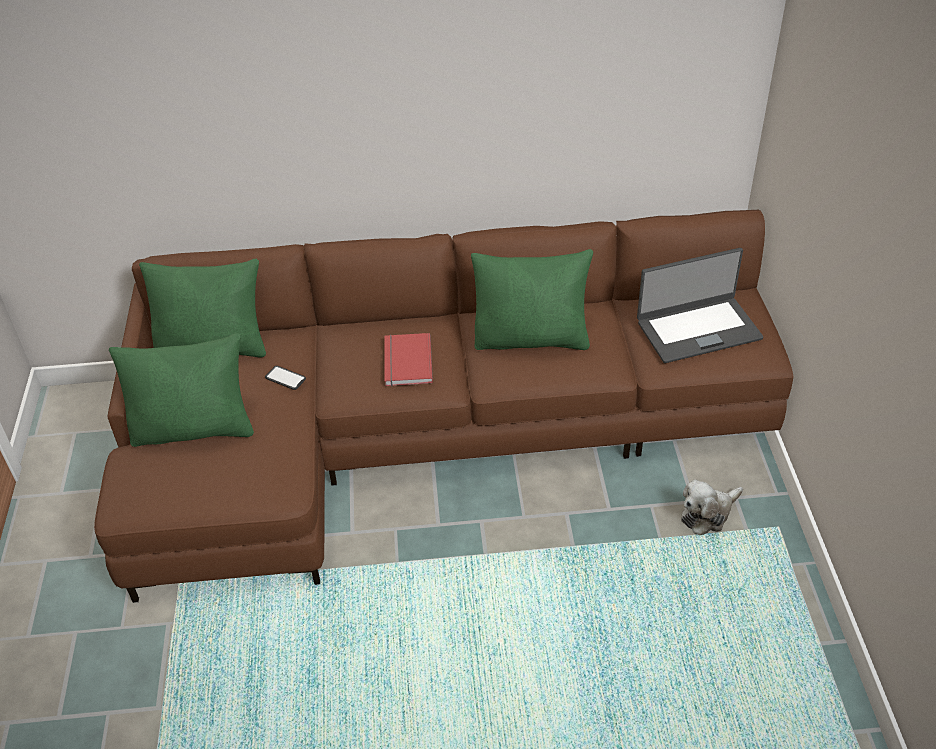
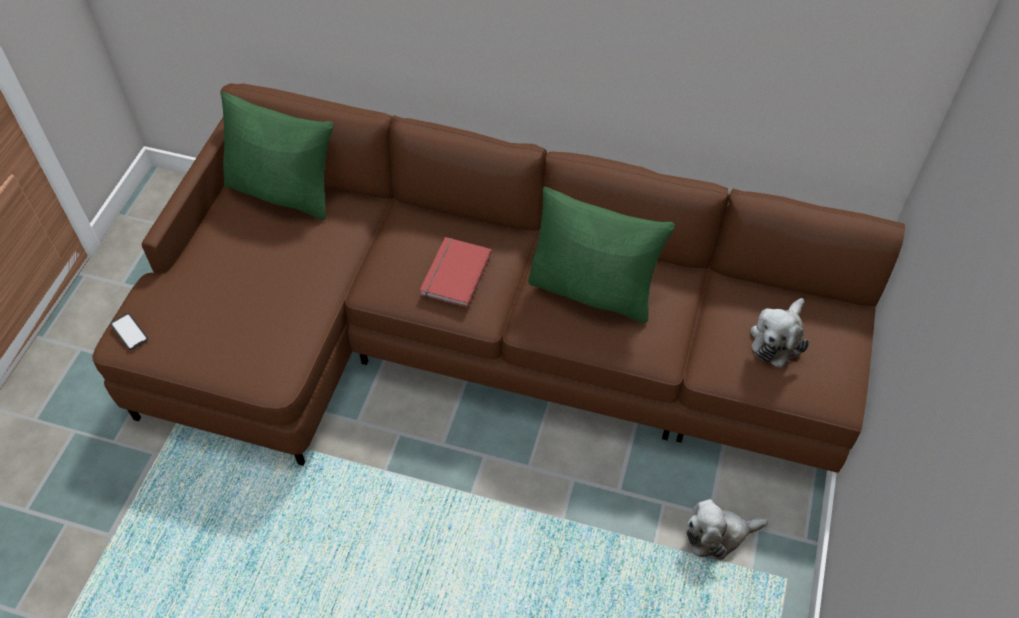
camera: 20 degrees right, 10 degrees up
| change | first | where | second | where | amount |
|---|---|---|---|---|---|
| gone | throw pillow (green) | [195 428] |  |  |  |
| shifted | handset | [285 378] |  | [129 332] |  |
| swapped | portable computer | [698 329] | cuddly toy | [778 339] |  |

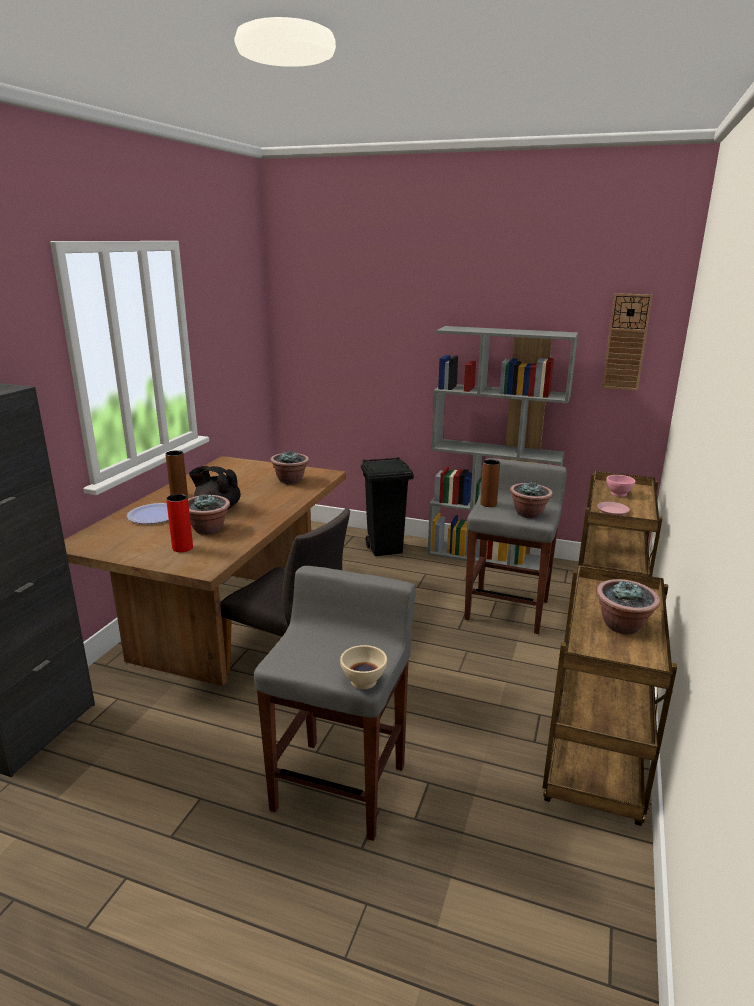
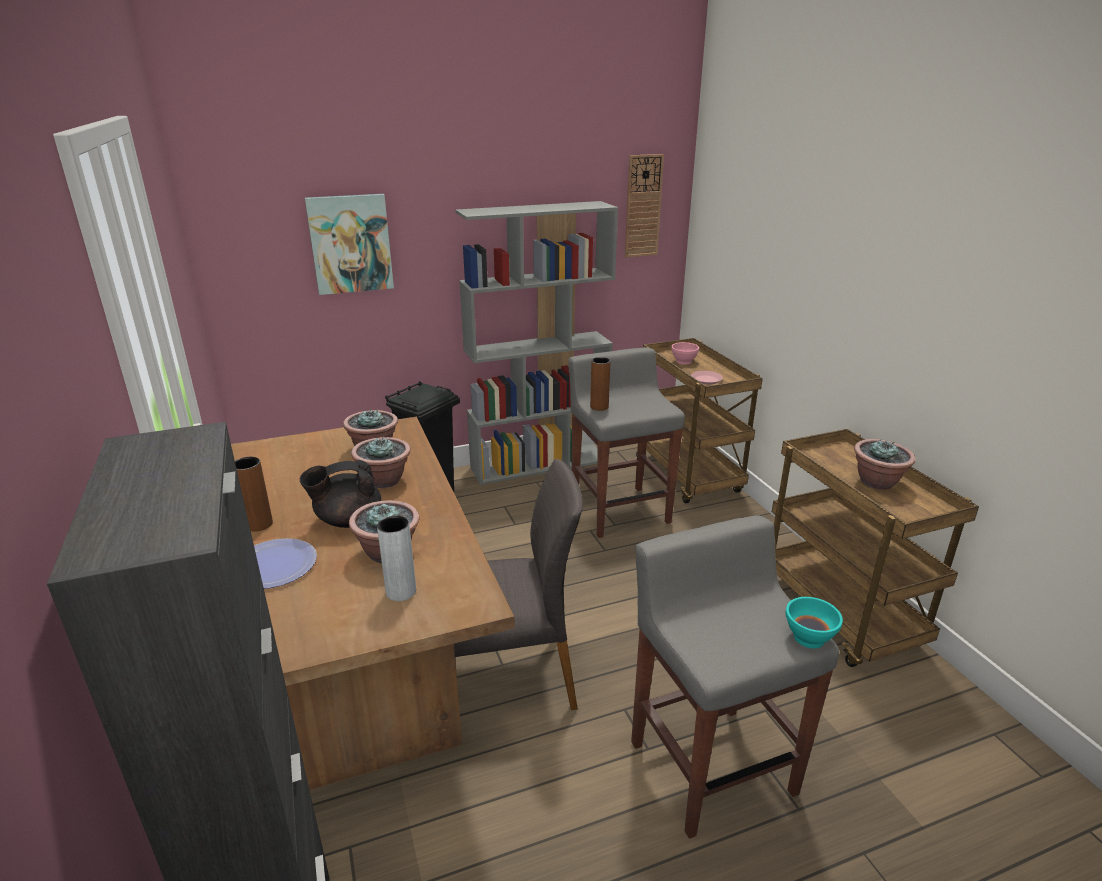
camera: 40 degrees left, 5 degrees up
| change | first | where | second | where | amount |
|---|---|---|---|---|---|
| new |  |  | wall picture | [350 244] |  |
| shifted | houseplant | [529 514] |  | [384 480] |  |
| repainted | vase (reddish) | [182 548] | vase (greyish) | [401 592] |  |
| repainted | serving bowl (beige) | [363 681] | serving bowl (blue-green) | [809 638] |  |

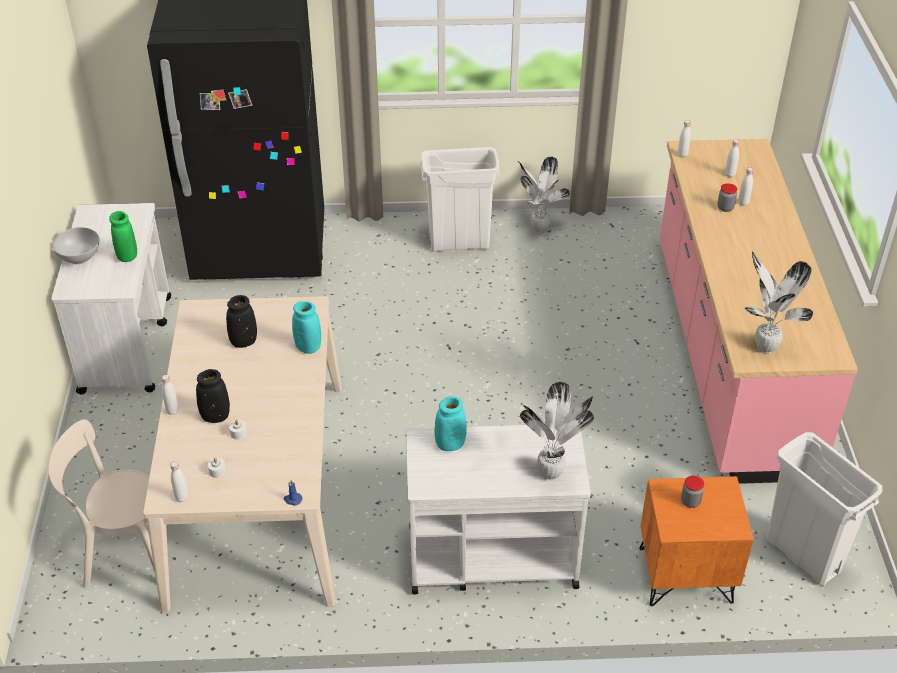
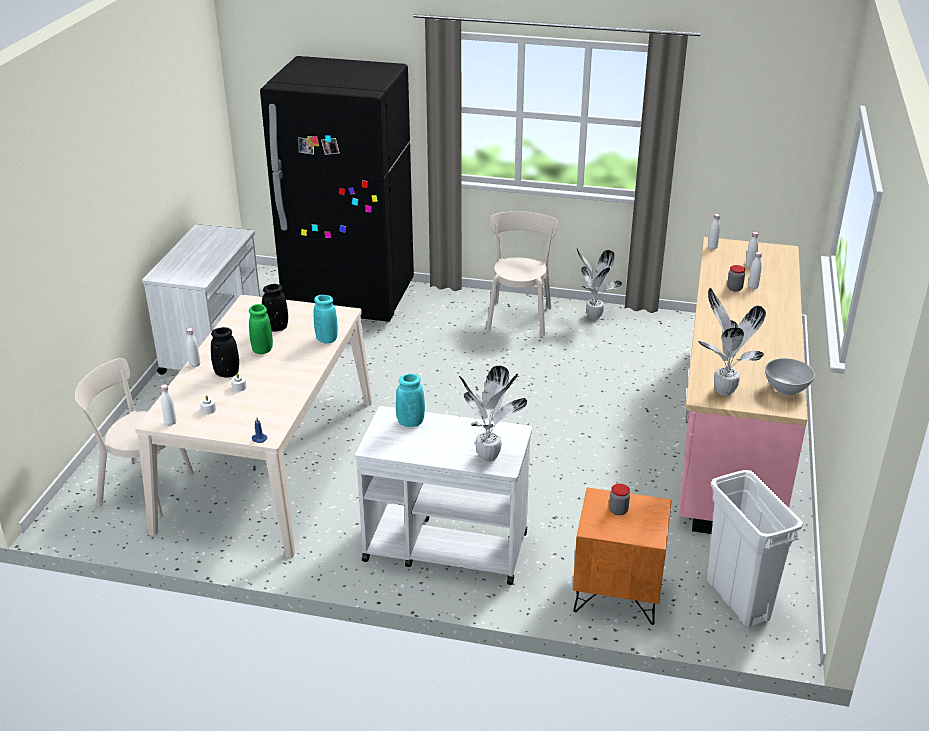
camera: 15 degrees right, 10 degrees down
| change | first | where | second | where | amount |
|---|---|---|---|---|---|
| shifted | serving bowl (whitish) | [79 257] |  | [786 389] |  |
| shifted | vase (green) | [127 256] |  | [262 350] |  |
| swapped | rubbish bin (whitish) | [459 243] | upright chair (beige) | [519 317] |  |

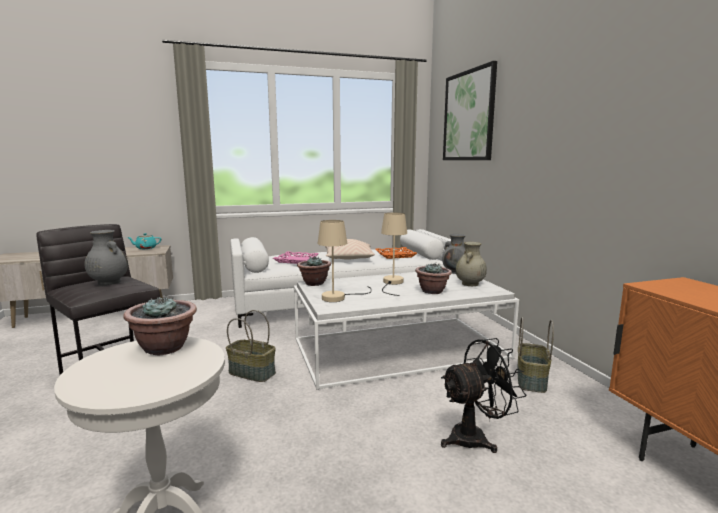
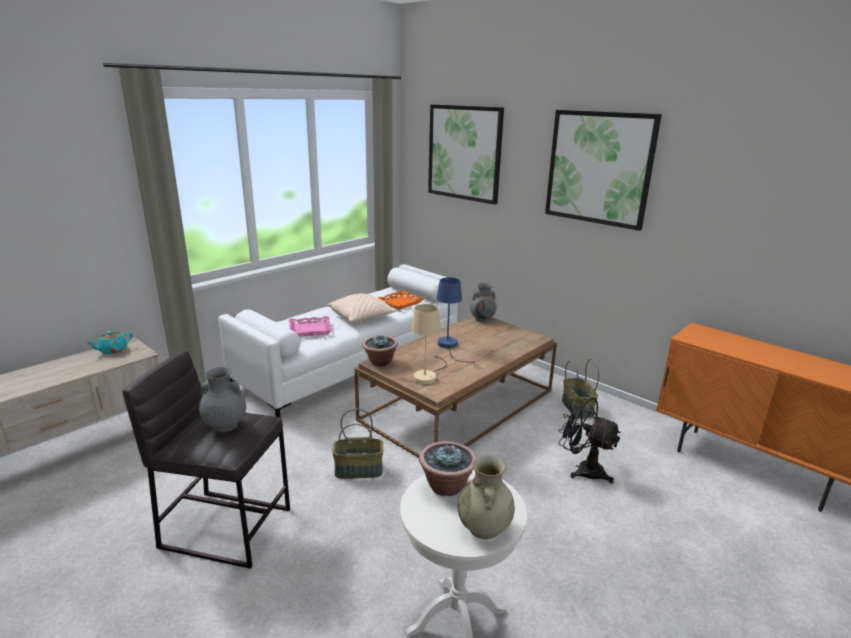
camera: 30 degrees left, 10 degrees up
| change | first | where | second | where | amount |
|---|---|---|---|---|---|
| gone | houseplant | [432 291] |  |  |  |
| new |  |  | wall picture | [599 168] |  |
| shifted | vase (beige) | [470 284] |  | [484 529] |  |
| repainted | coffee table (whitish) | [400 348] | coffee table (brownish) | [459 404] |  |
| repainted | table lamp (beige) | [392 283] | table lamp (blue-coloured) | [449 347] |  |
| rotated | cooling fan (blackish) | [476 437] |  | [583 469] | 90 degrees counterclockwise |

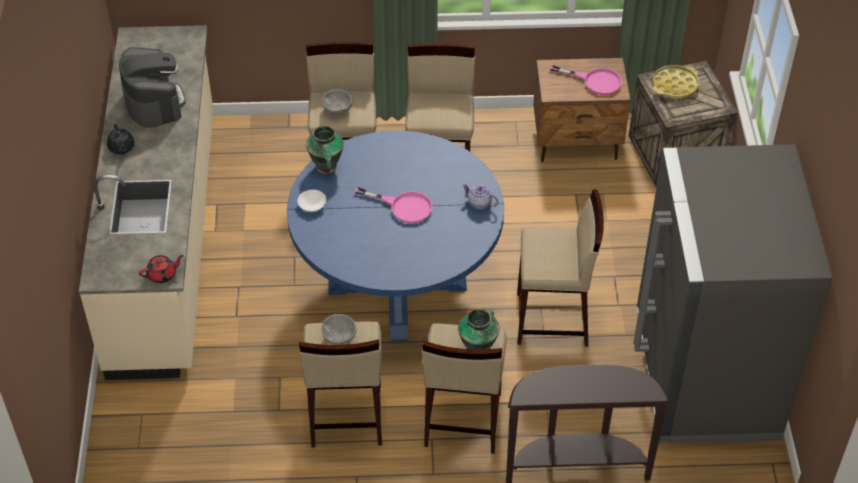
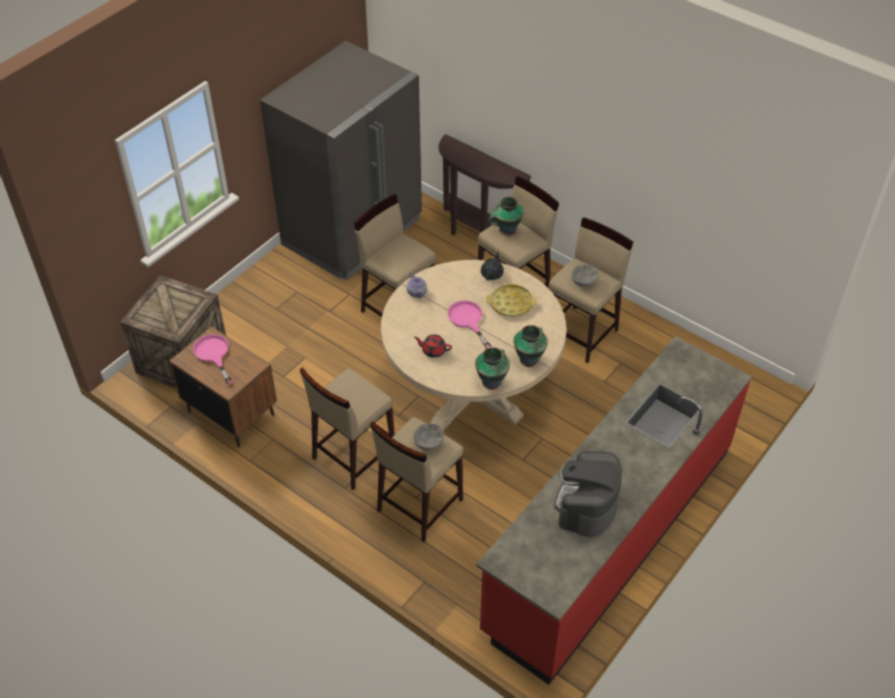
camera: 140 degrees left, 0 degrees up
| change | first | where | second | where | amount |
|---|---|---|---|---|---|
| shifted | pot for tea (blackish) | [121 148] |  | [492 274] |  |
| shifted | pot for tea (reddish) | [162 275] |  | [433 350] |  |
| shifted | carrying tray (yellowish) | [675 85] |  | [511 303] |  |
| swapped | serving bowl (whitish) | [312 205] | vase | [529 359] |  |
| repainted | kitchen base unit (beige) | [166 240] | kitchen base unit (reddish) | [608 538] |  |
| repainted | dining table (blue-coloured) | [397 286] | dining table (beige) | [471 392] |  |

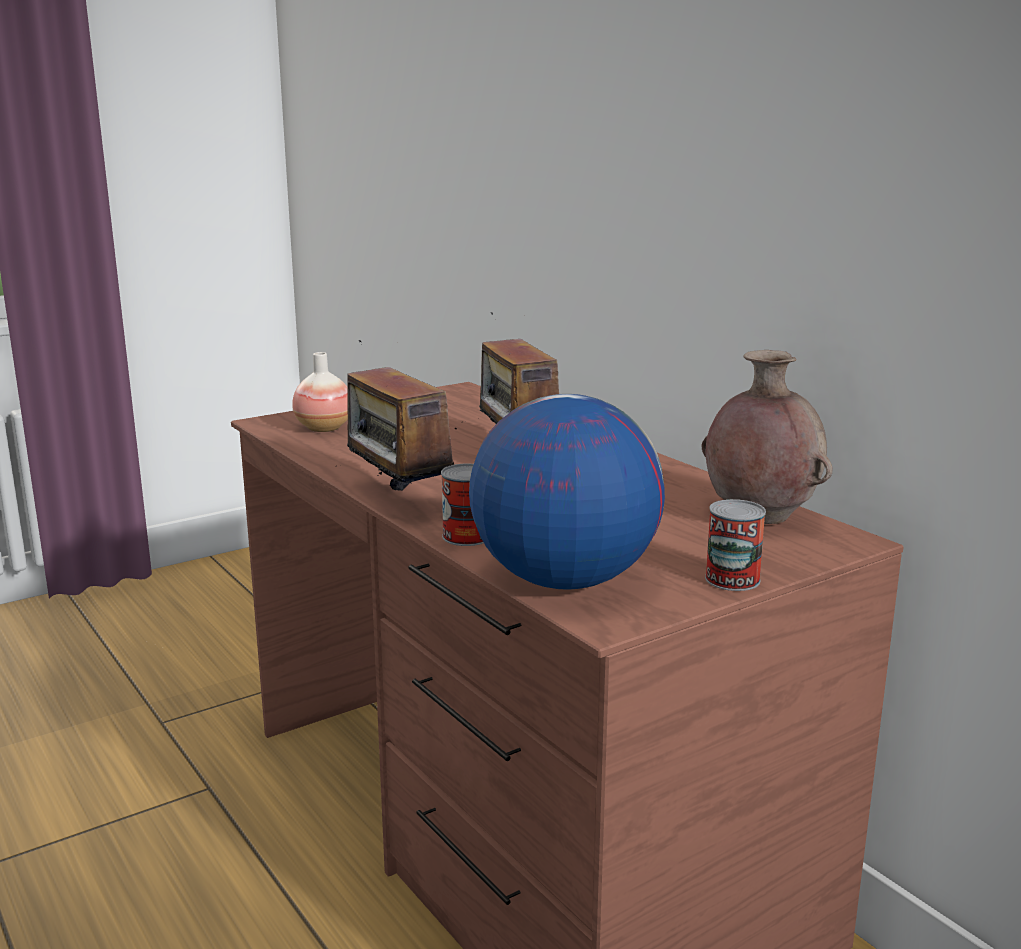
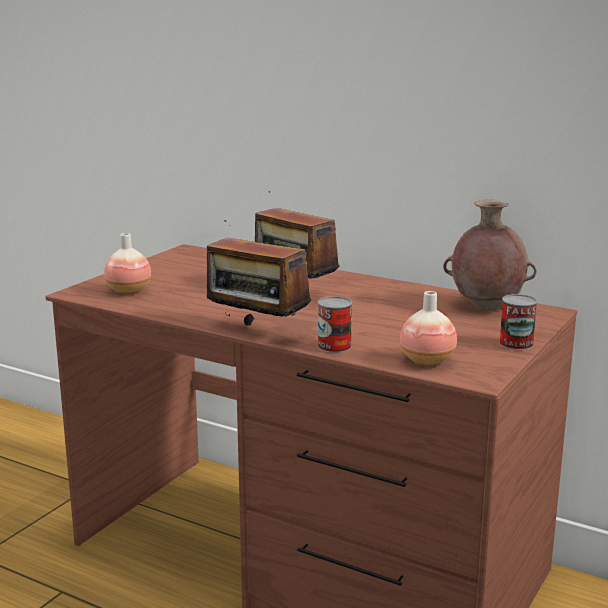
camera: 25 degrees left, 0 degrees up
| change | first | where | second | where | amount |
|---|---|---|---|---|---|
| swapped | world globe | [564 580] | vase | [427 361] |  |

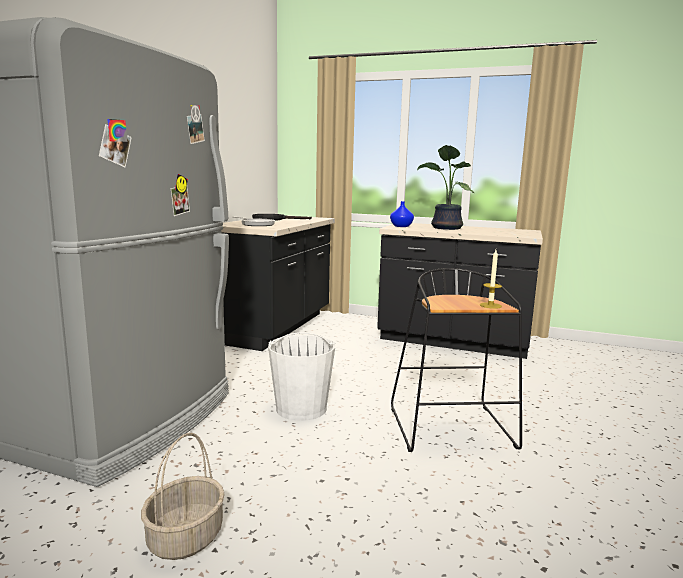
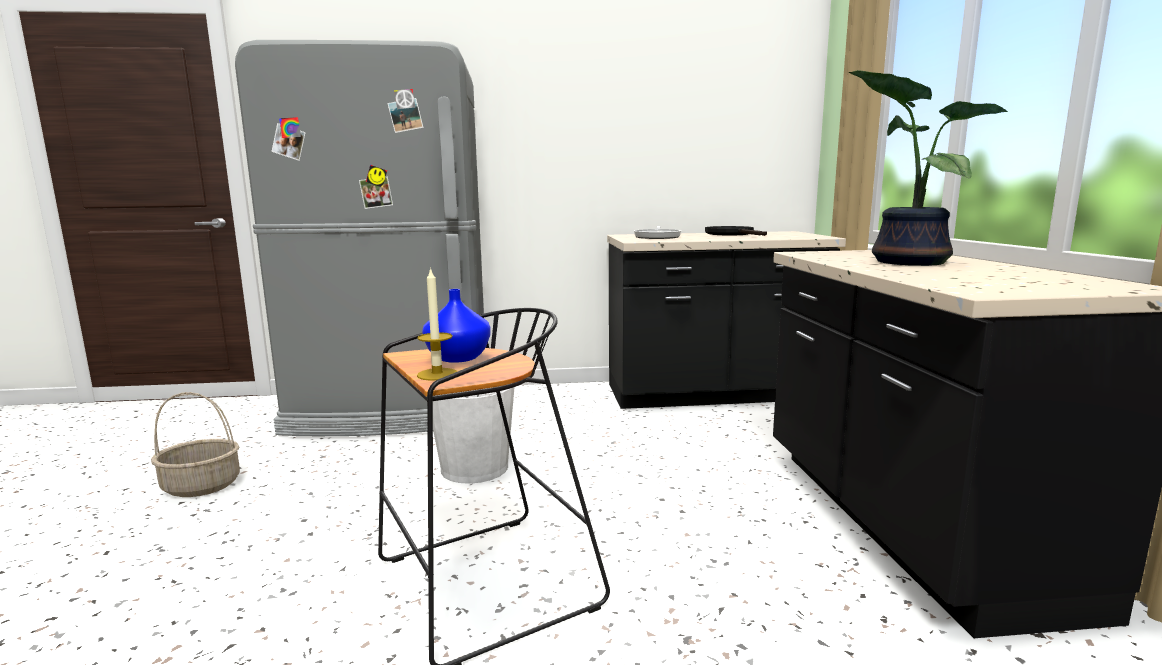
camera: 65 degrees right, 0 degrees up
| change | first | where | second | where | amount |
|---|---|---|---|---|---|
| shifted | vase (blue-coloured) | [400 226] |  | [457 357] |  |

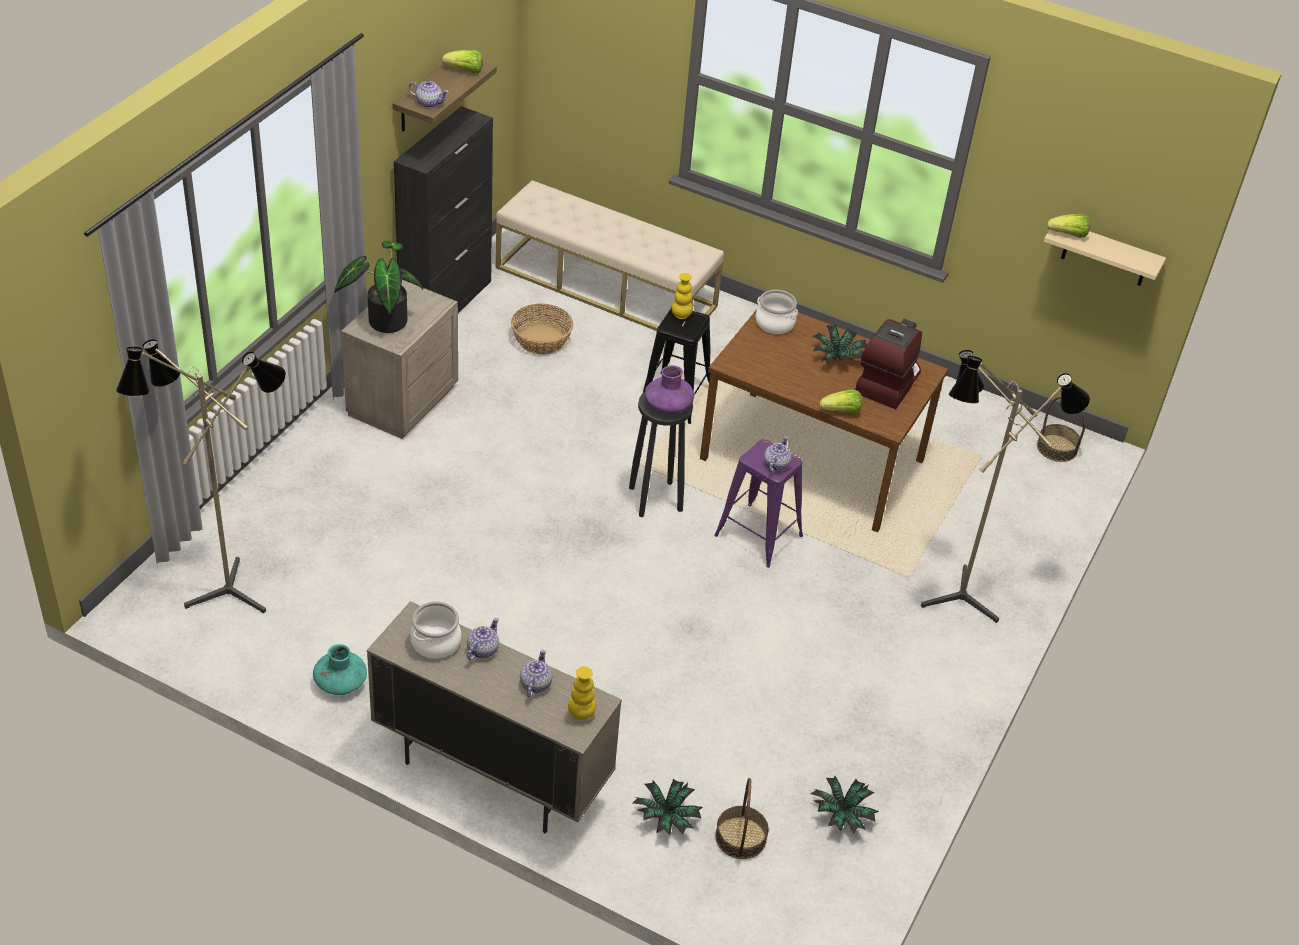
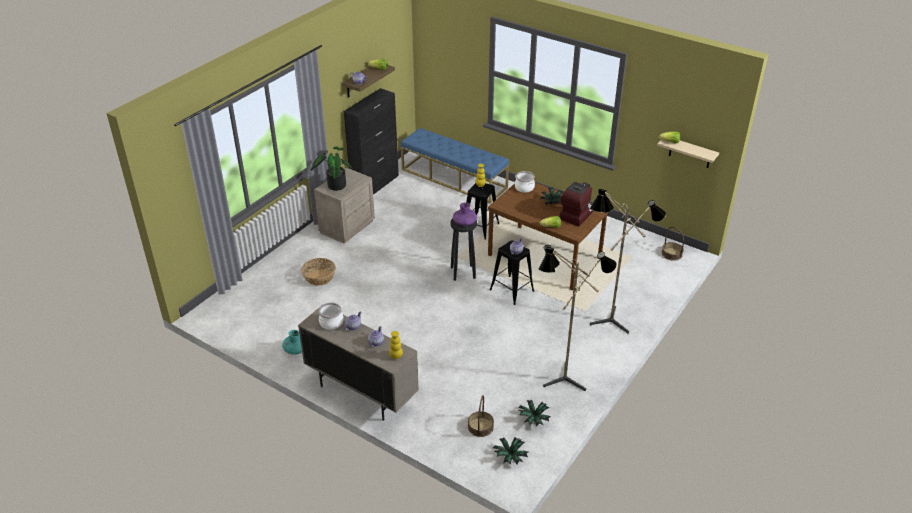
camera: 10 degrees right, 5 degrees down
| change | first | where | second | where | amount |
|---|---|---|---|---|---|
| shifted | floor lamp | [224 587] |  | [561 377] |  |
| shifted | basket | [542 340] |  | [319 277] |  |
| shifted | houseplant | [666 818] |  | [510 457] |  |
| repainted | long seat (beige) | [606 287] | long seat (blue-coloured) | [454 178] |  |
| repainted | stool (purple-coloured) | [758 535] | stool (blackish) | [511 290] |  |

